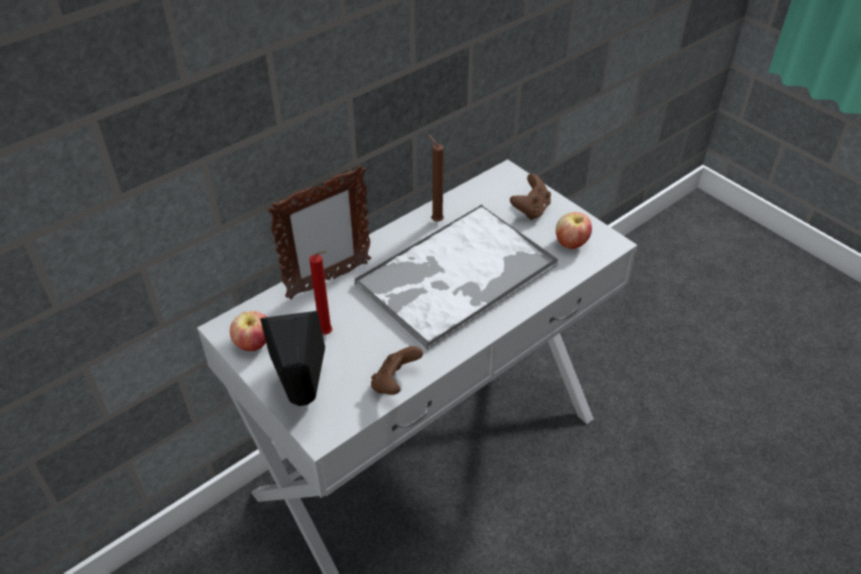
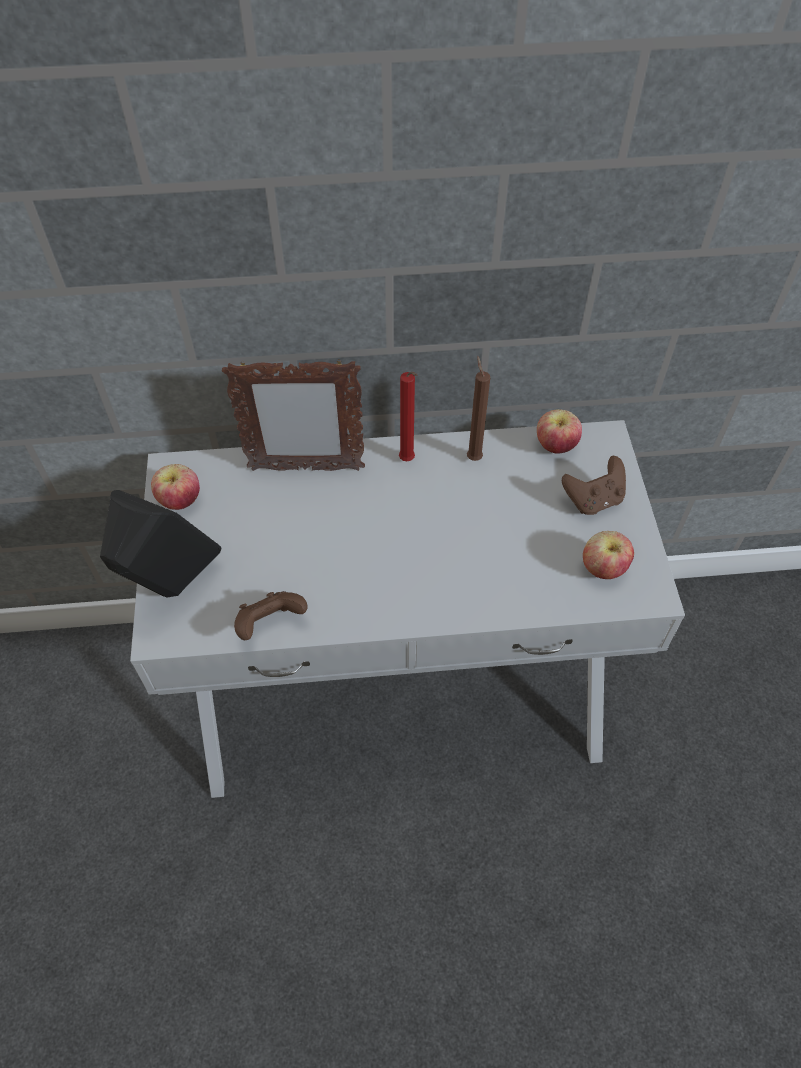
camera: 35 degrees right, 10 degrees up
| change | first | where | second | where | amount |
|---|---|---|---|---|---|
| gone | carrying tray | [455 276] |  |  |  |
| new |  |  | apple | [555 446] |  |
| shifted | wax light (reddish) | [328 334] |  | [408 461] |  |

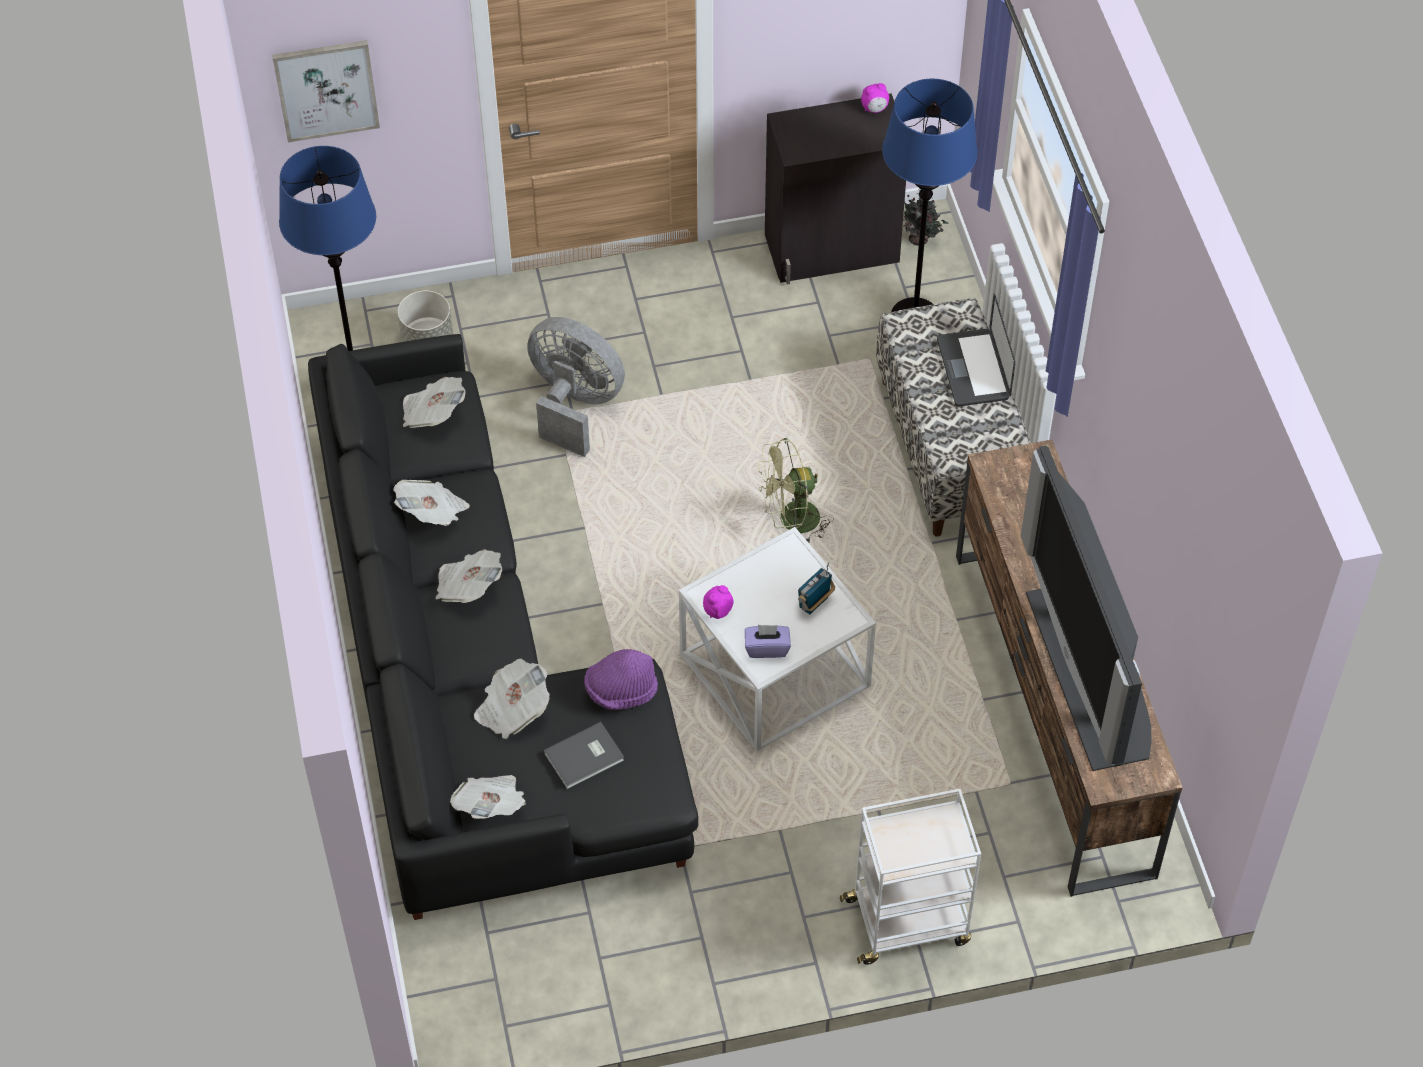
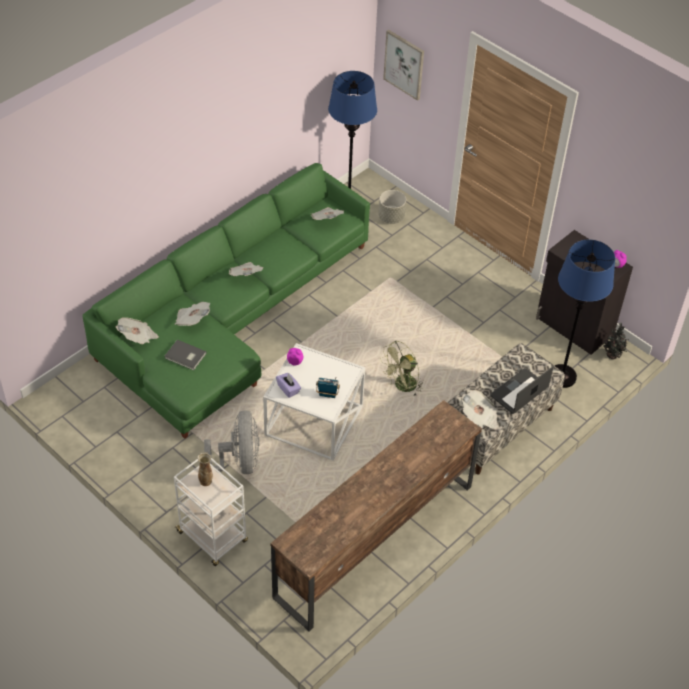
camera: 55 degrees right, 5 degrees down
| change | first | where | second | where | amount |
|---|---|---|---|---|---|
| gone | hat (purple-coloured) | [621 691] |  |  |  |
| gone | TV set | [1091 673] |  |  |  |
| new |  |  | vase | [206 481] |  |
| shifted | printed paper | [433 513] |  | [479 417] |  |
| shifted | cooling fan (greyish) | [574 405] |  | [238 463] |  |
| repainted | sofa (blackish) | [474 676] | sofa (green) | [230 318] |  |
| rotated | cooling fan (green) | [791 521] |  | [402 387] | 75 degrees counterclockwise |

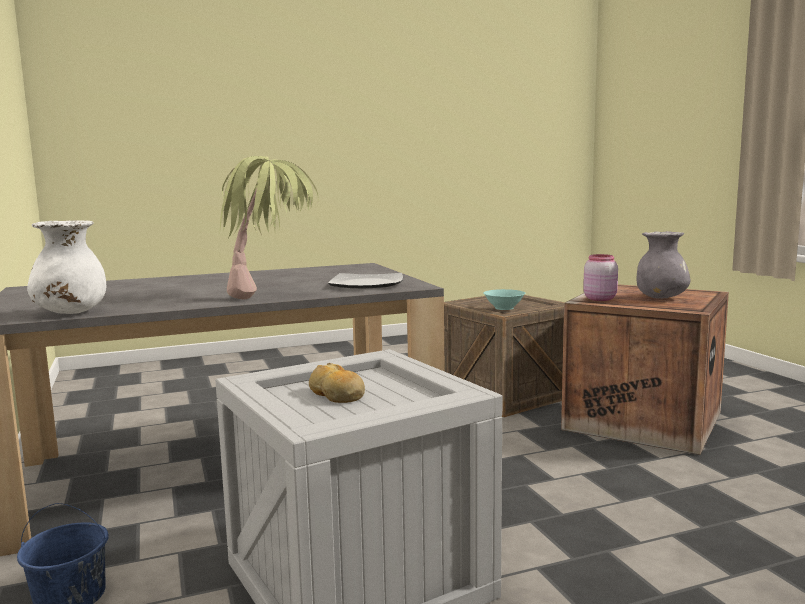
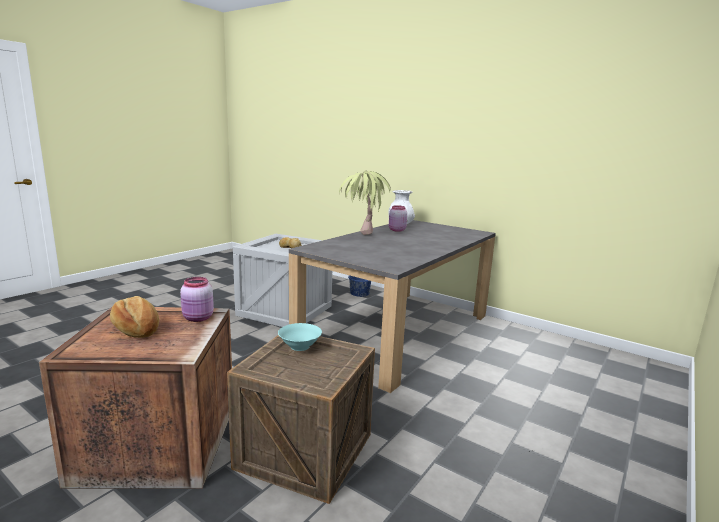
camera: 145 degrees right, 5 degrees up
| change | first | where | second | where | amount |
|---|---|---|---|---|---|
| gone | flat dish | [365 284] |  |  |  |
| new |  |  | jar (pink-coloured) | [396 230] |  |
| swapped | vase (greyish) | [661 298] | baked bread | [136 329] |  |

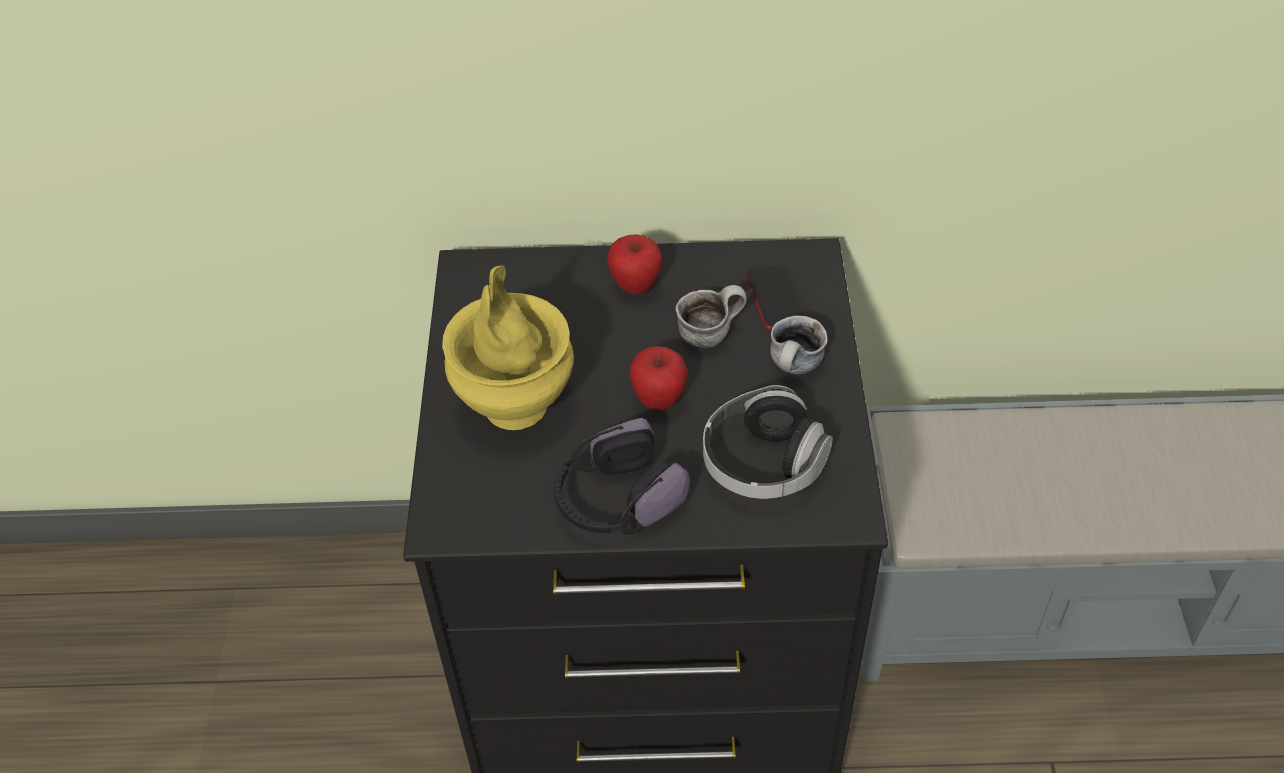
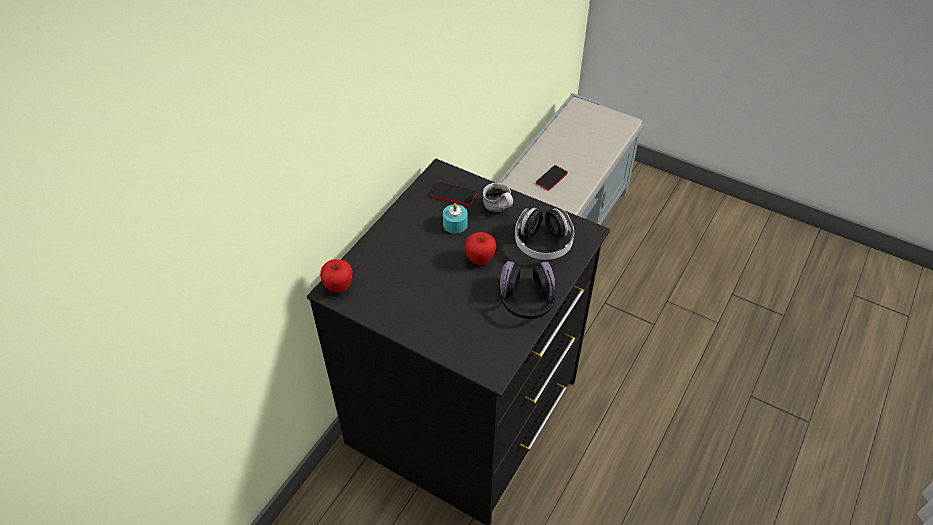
camera: 60 degrees left, 0 degrees up
| change | first | where | second | where | amount |
|---|---|---|---|---|---|
| gone | vase (yellowish) | [515 404] |  |  |  |
| new |  |  | handset | [551 178] |  |
| shifted | apple | [635 286] |  | [339 287] |  |
| swapped | tea mug | [710 332] | wax light (blue-green) | [455 224] |  |

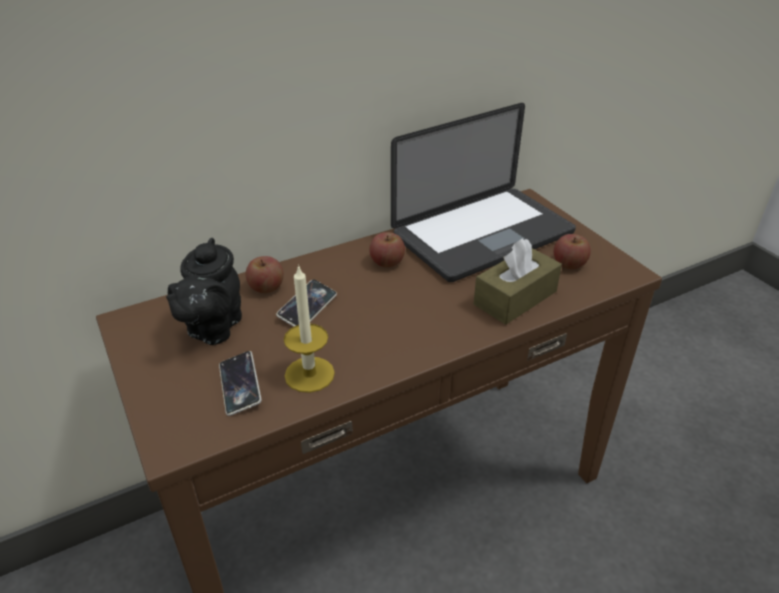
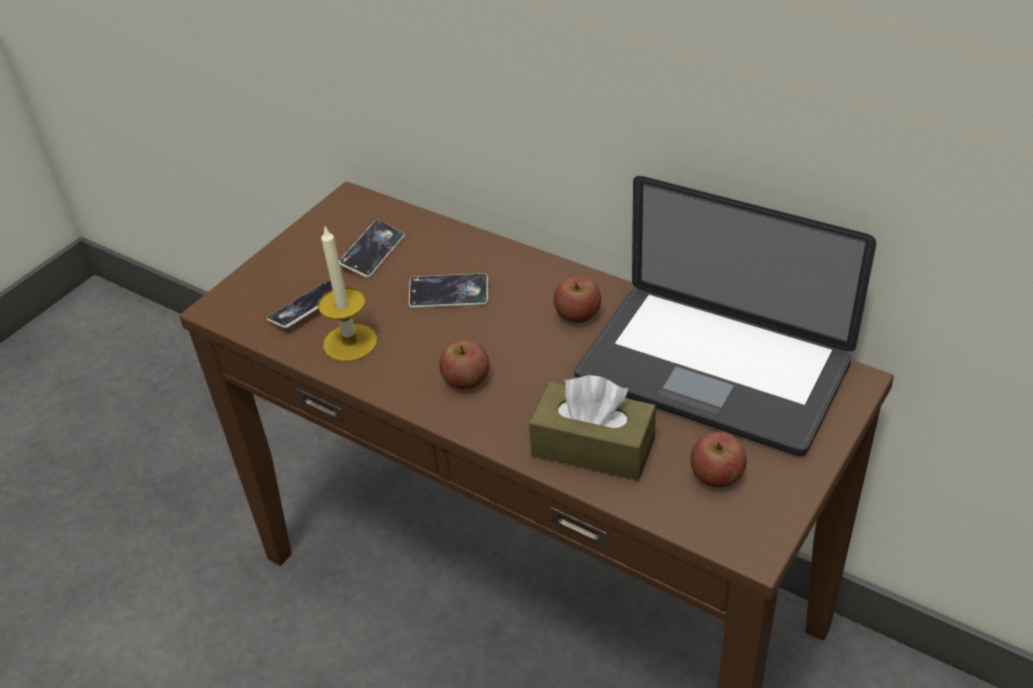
camera: 65 degrees right, 5 degrees up
| change | first | where | second | where | amount |
|---|---|---|---|---|---|
| shifted | apple | [266 287] |  | [466 380] |  |
| swapped | pot for tea (blackish) | [212 328] | handset | [373 253] |  |

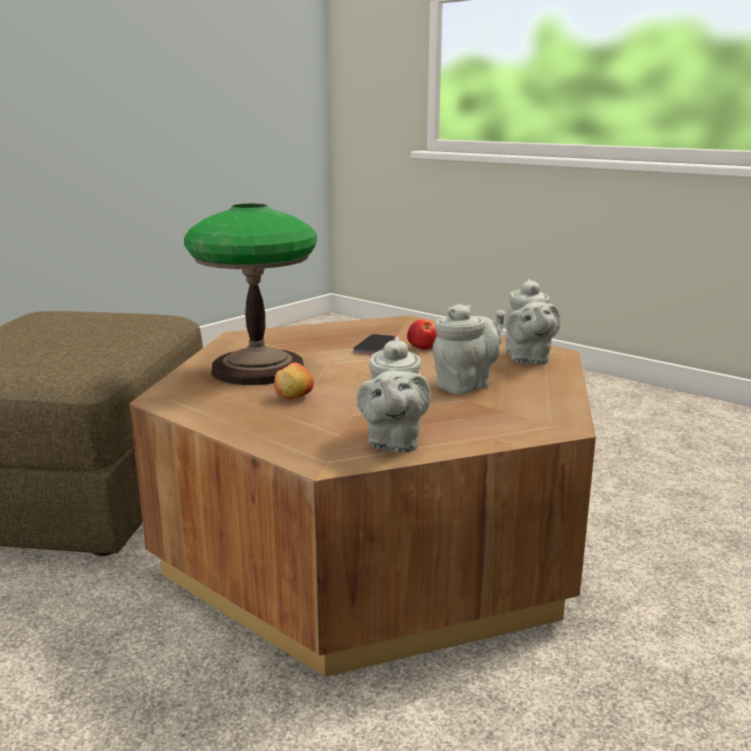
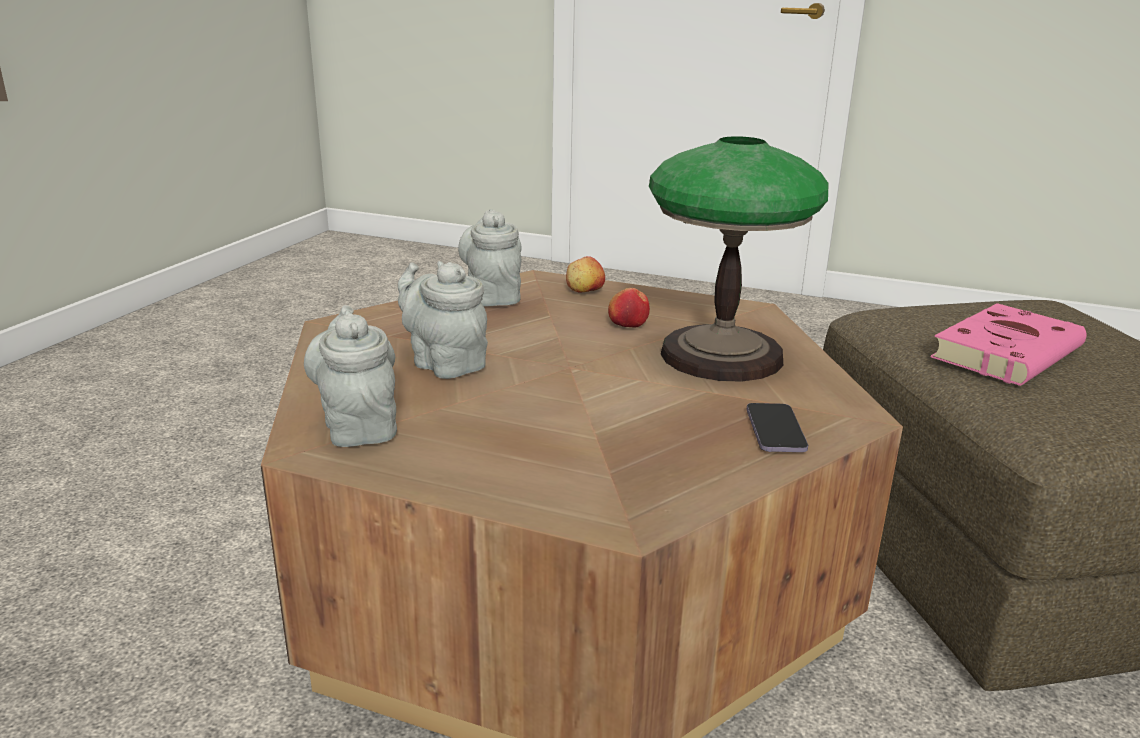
camera: 160 degrees right, 5 degrees up
| change | first | where | second | where | amount |
|---|---|---|---|---|---|
| new |  |  | bound book (pink-coloured) | [1007 352] |  |
| shifted | handset | [374 346] |  | [775 431] |  |
| shifted | apple | [423 347] |  | [585 291] |  |
| rotated | pot for tea (greyish) | [466 385] |  | [444 363] | 105 degrees clockwise |

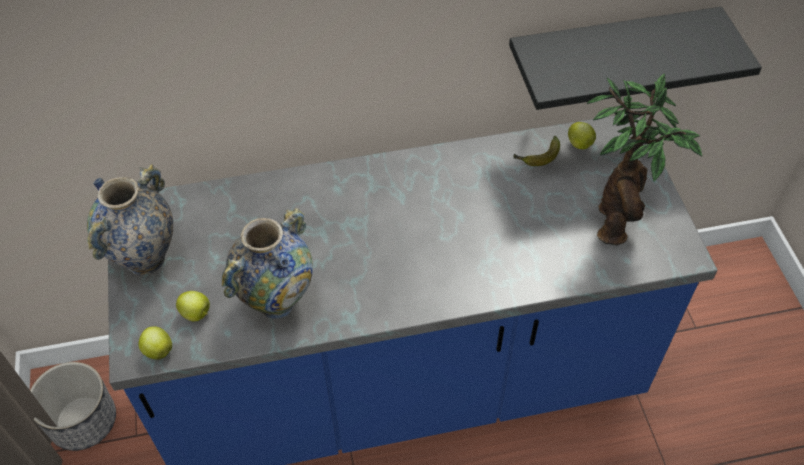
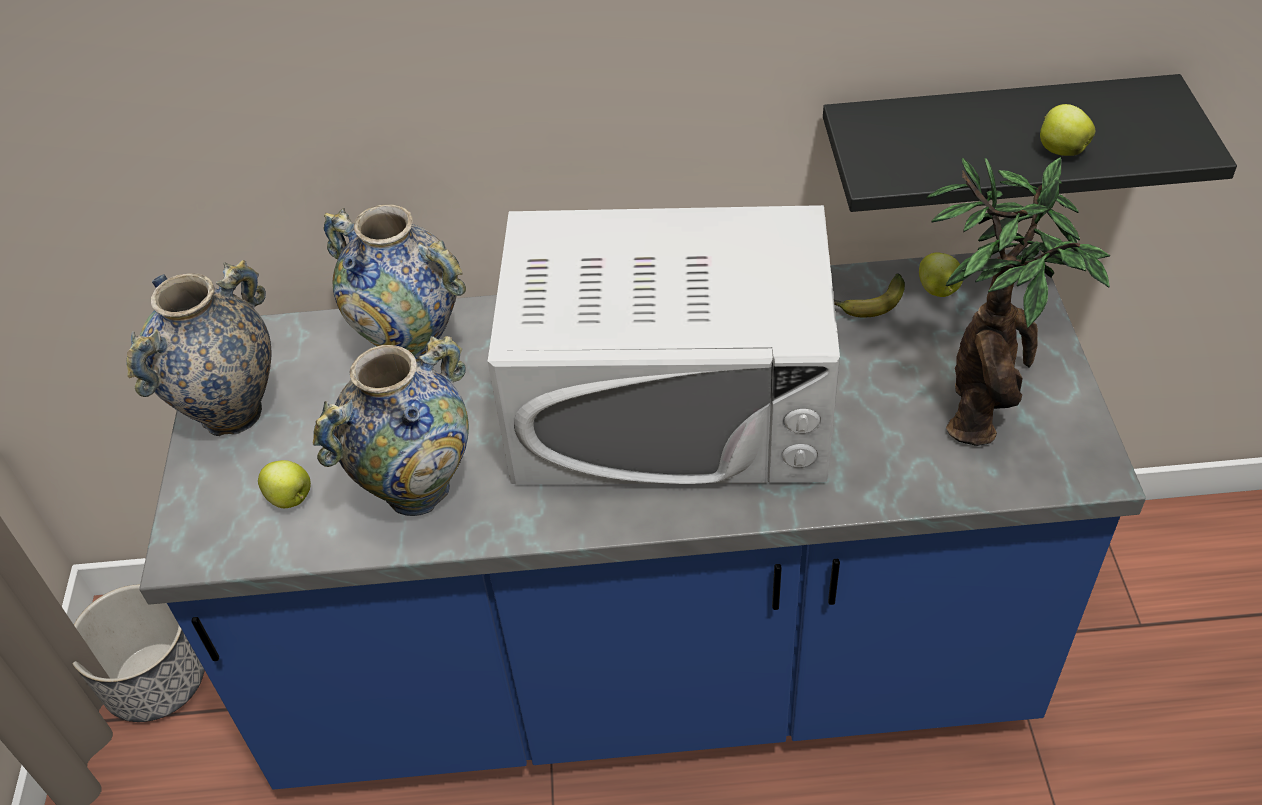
camera: 10 degrees right, 5 degrees down
| change | first | where | second | where | amount |
|---|---|---|---|---|---|
| new |  |  | vase | [412 347] |  |
| new |  |  | kitchen microwave (whitish) | [670 405] |  |
| shifted | apple | [158 350] |  | [1060 150] |  |

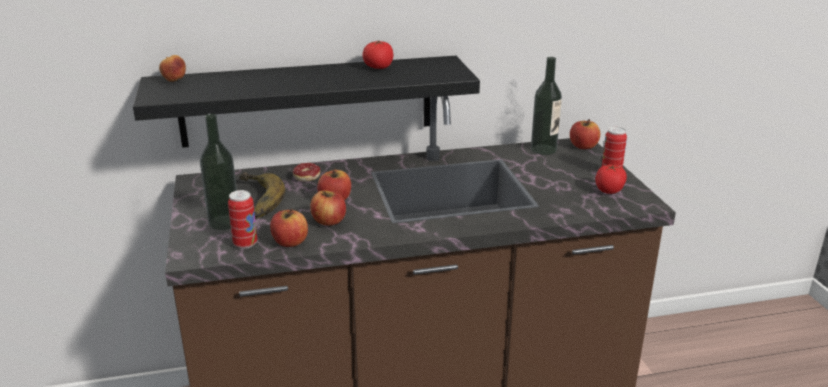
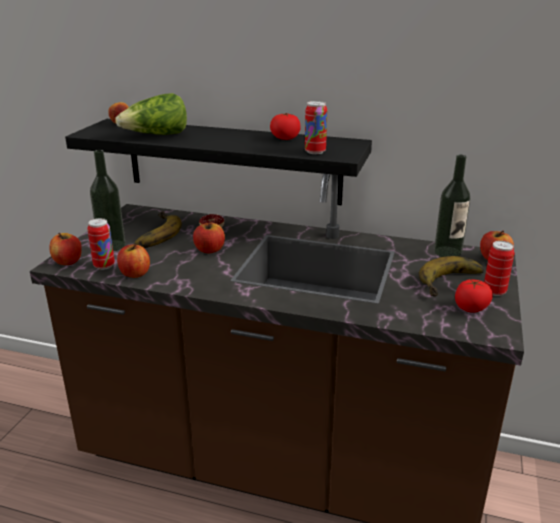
camera: 30 degrees right, 0 degrees up
| change | first | where | second | where | amount |
|---|---|---|---|---|---|
| new |  |  | lettuce head | [156 136] |  |
| new |  |  | sealed can | [315 152] |  |
| new |  |  | banana fruit | [454 283] |  |
| shifted | apple | [329 221] |  | [68 261] |  |

